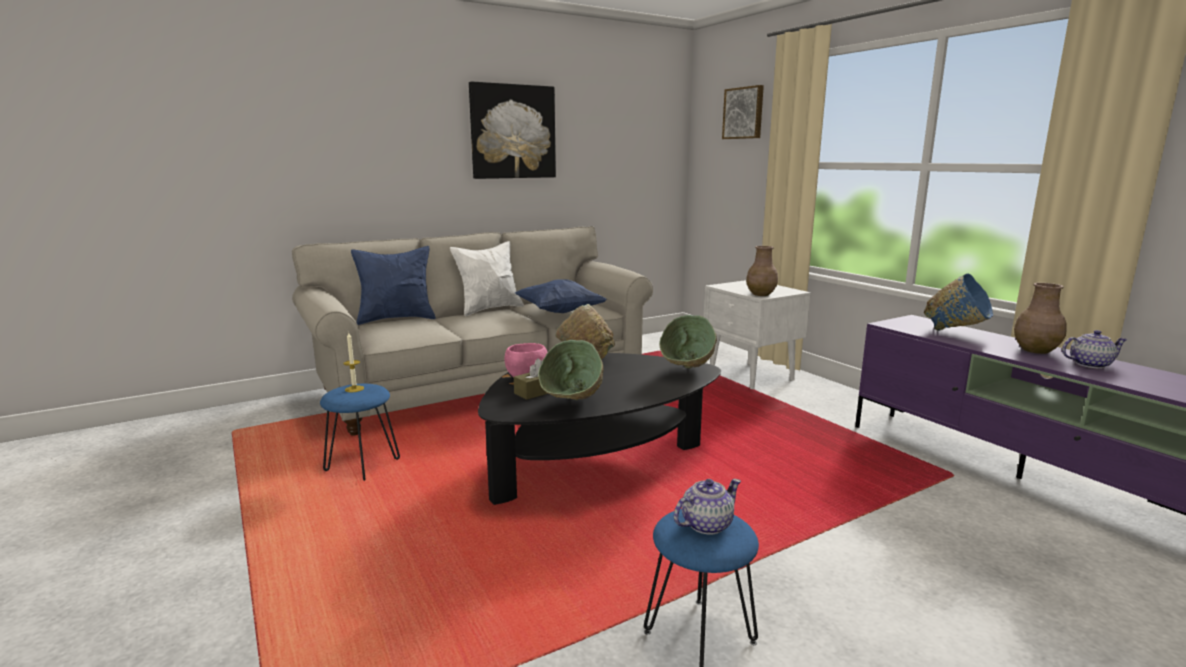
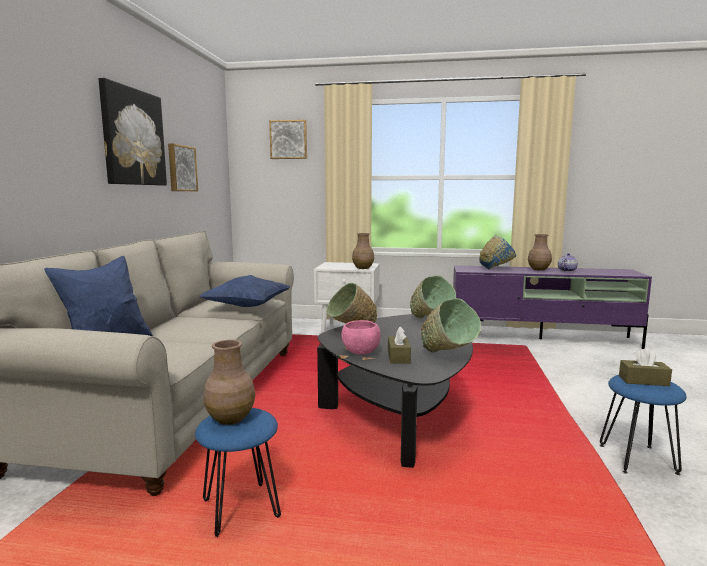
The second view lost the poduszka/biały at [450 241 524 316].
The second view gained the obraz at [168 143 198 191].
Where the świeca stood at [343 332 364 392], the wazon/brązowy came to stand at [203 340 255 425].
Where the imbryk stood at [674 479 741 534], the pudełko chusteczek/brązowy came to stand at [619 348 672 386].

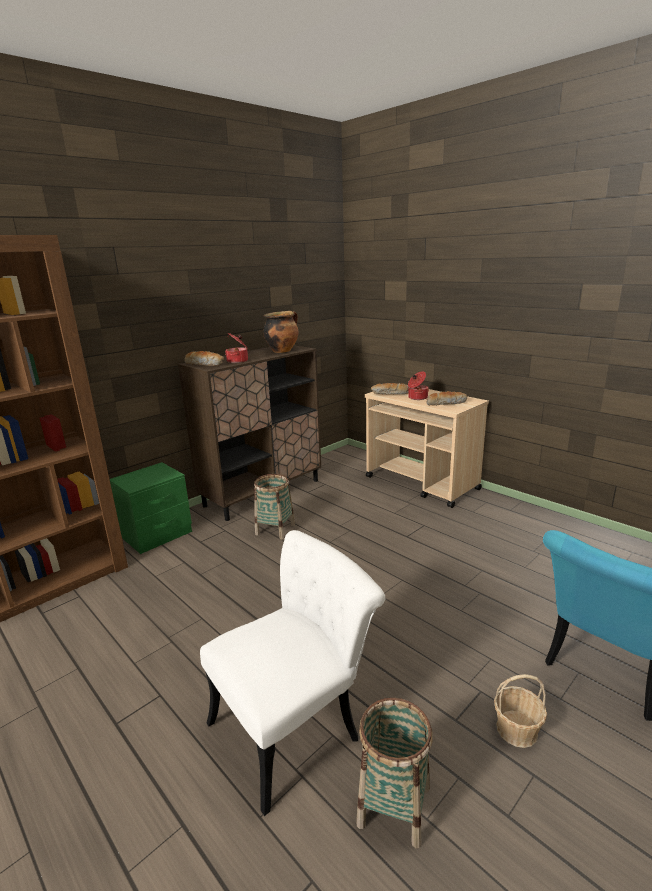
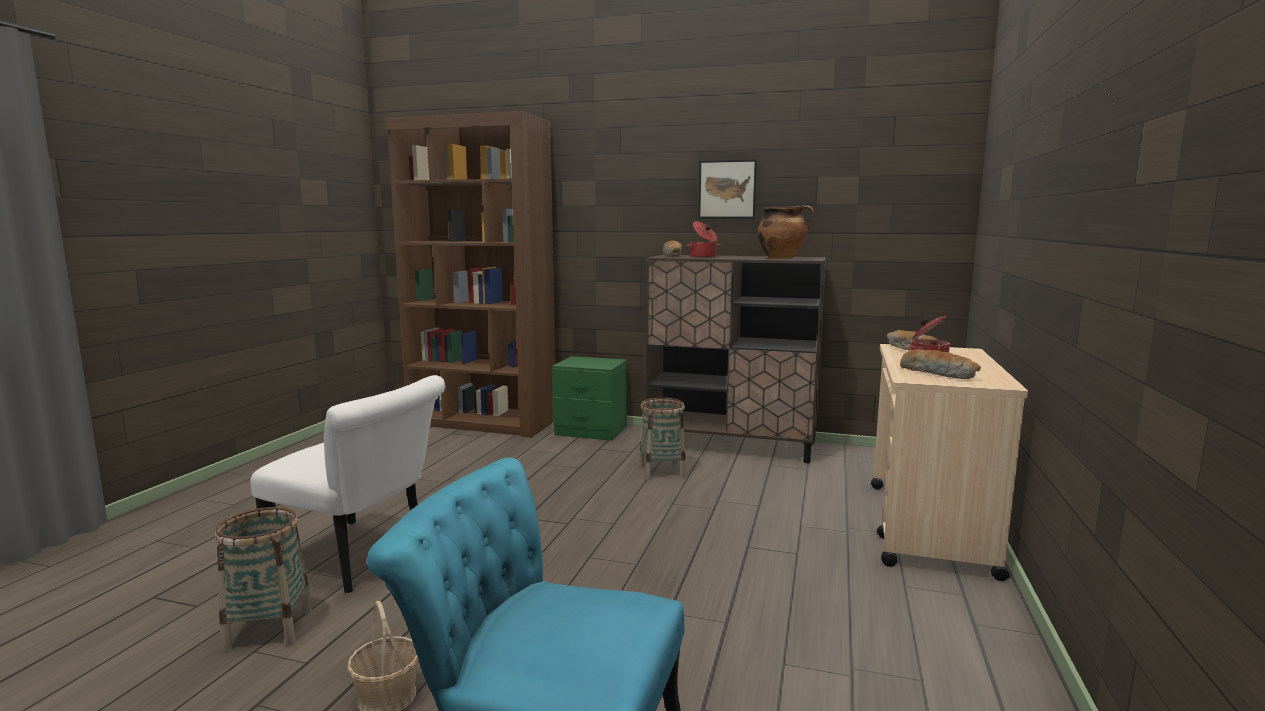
The second view gained the obraz at [698 159 757 218].

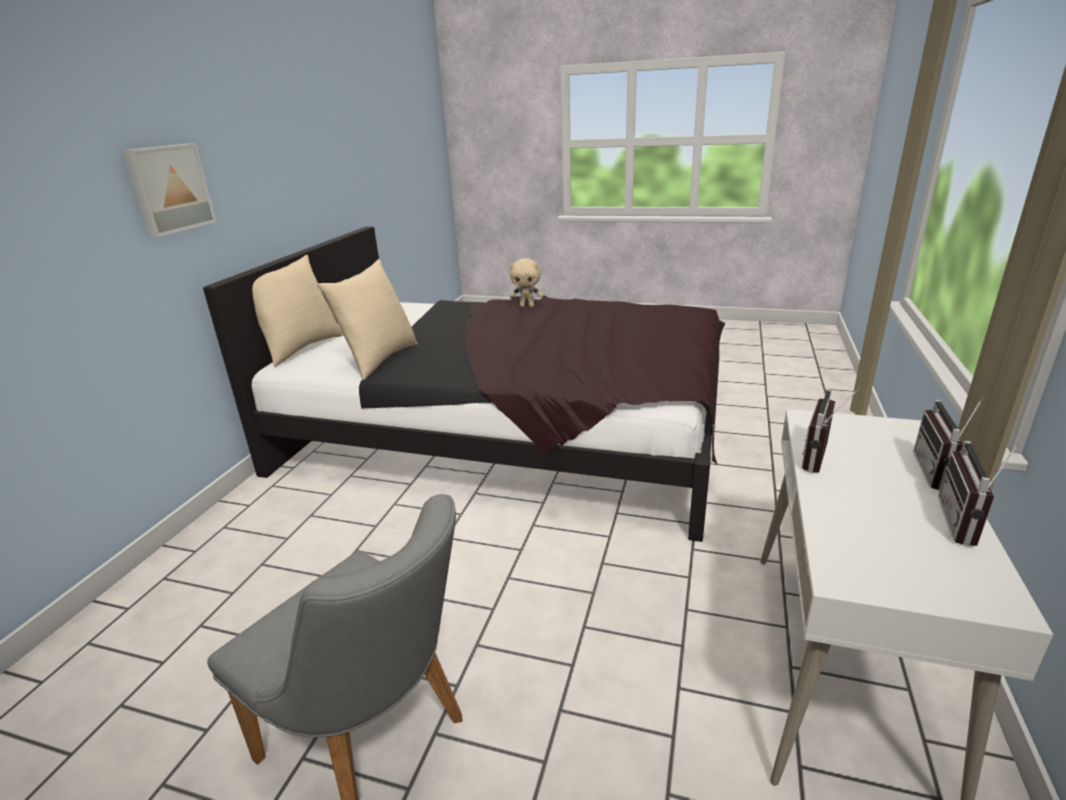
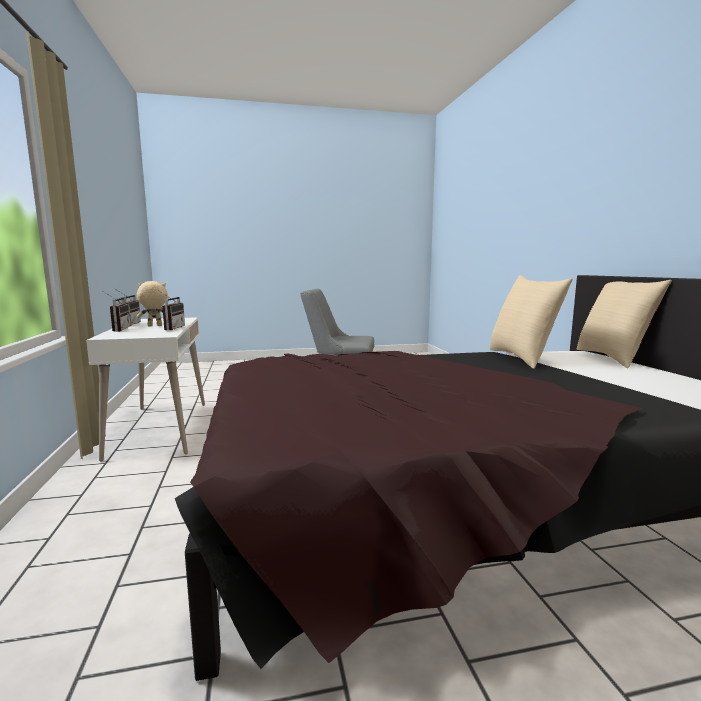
The second view lost the obraz at [122 143 217 237].
The pluszak/beżowy ended up elsewhere, having gone from [510 258 543 307] to [137 281 168 326].

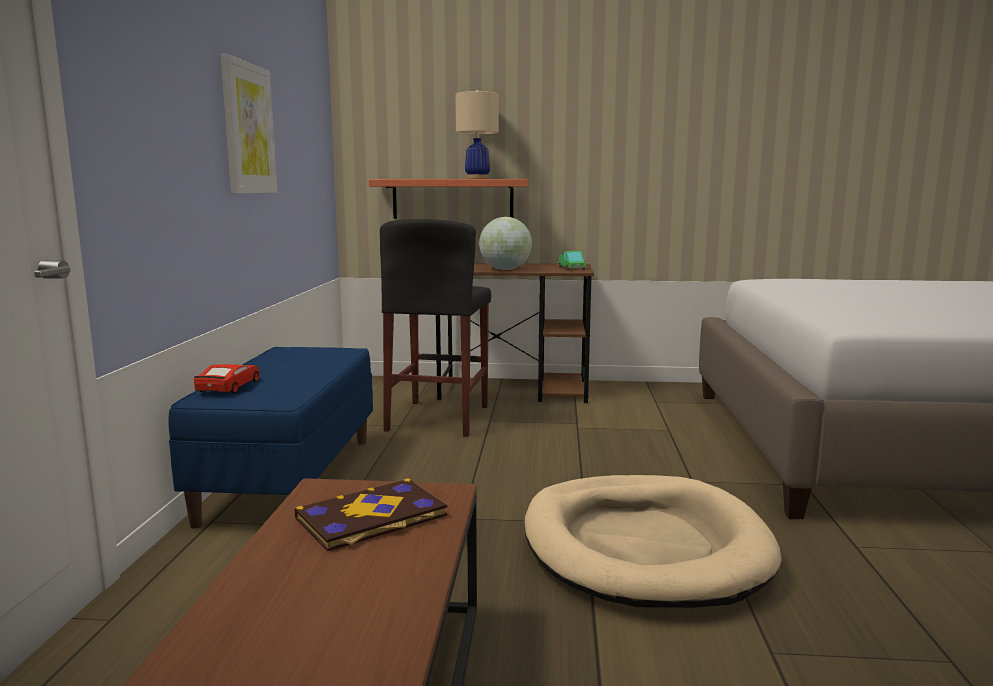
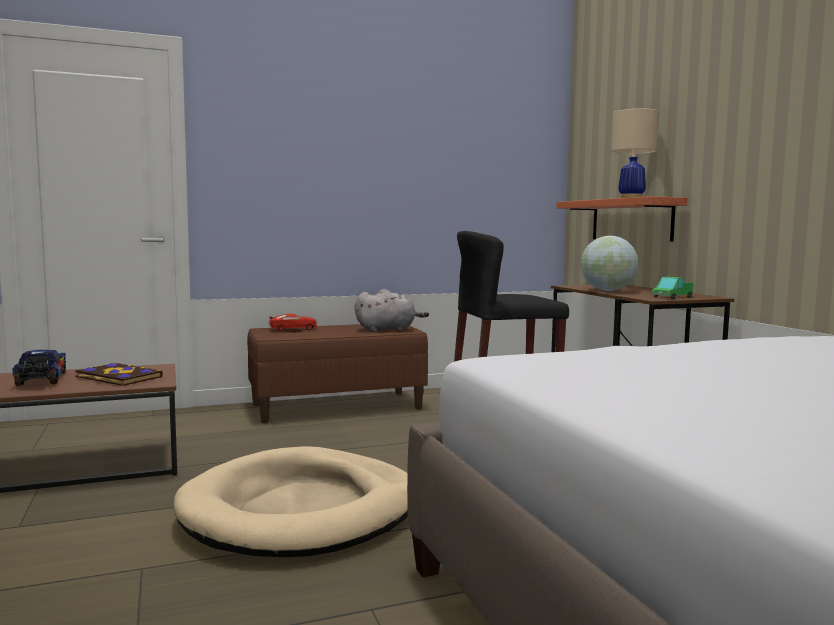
The second view lost the obraz at [220 54 277 194].
The second view gained the ciężarówka zabawkowa at [13 350 66 386].
The second view gained the pluszak/szary at [355 289 429 332].
What was the ławka/niebieski at [168 347 373 529] turned into the ławka/brązowy at [247 324 428 423].

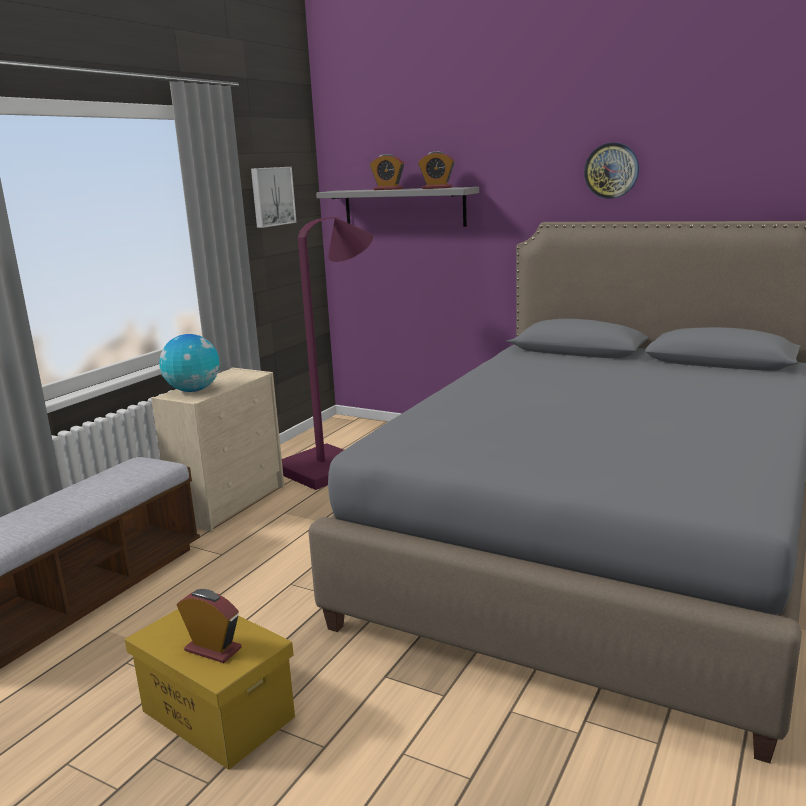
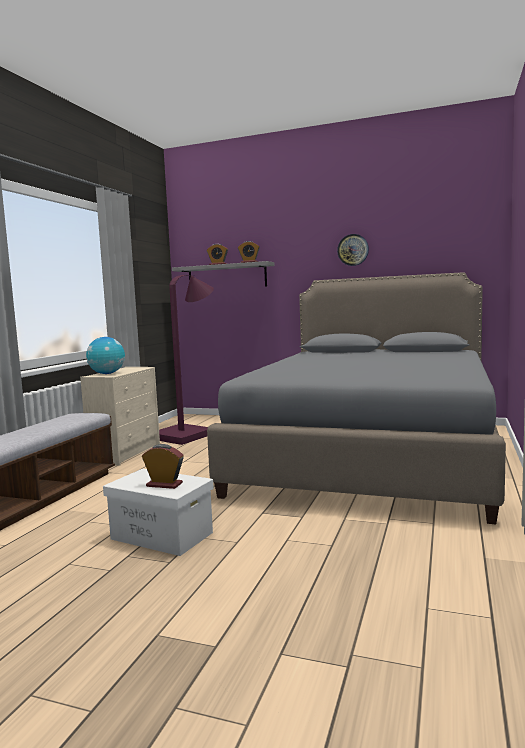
The second view lost the obraz at [251 167 297 228].
What was the pojemnik do przechowywania/żółty at [125 609 295 770] turned into the pojemnik do przechowywania/biały at [103 469 214 556].

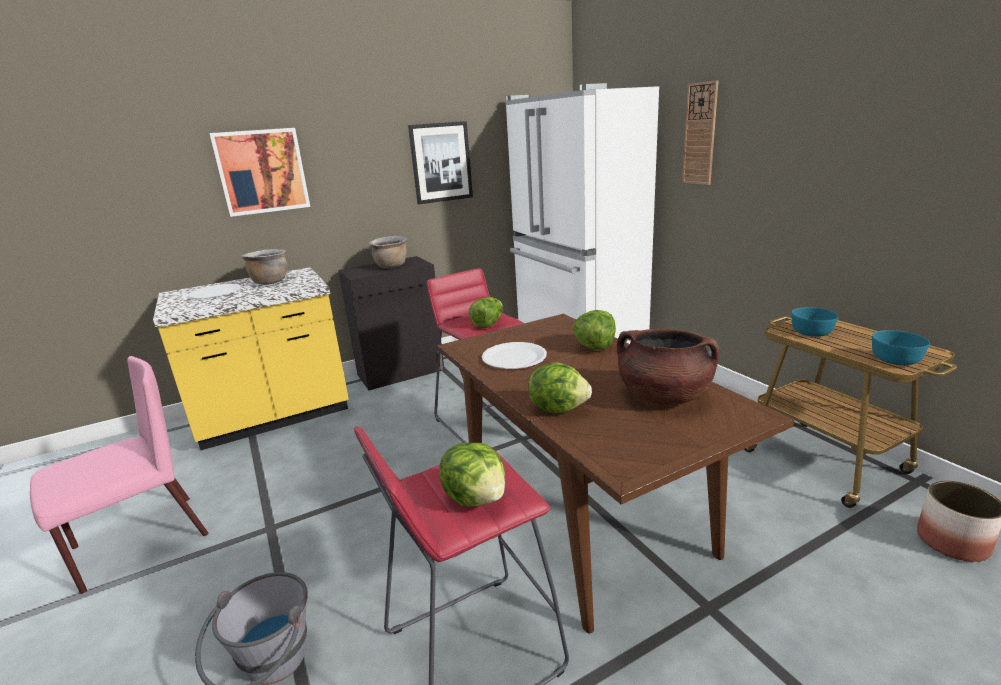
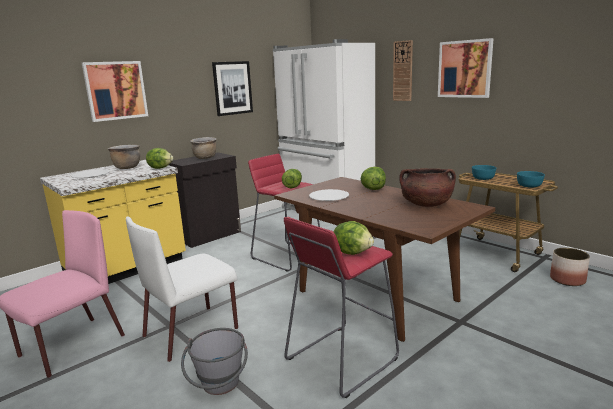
The second view gained the krzesło/biały at [126 217 238 362].
The second view gained the obraz at [438 38 494 98].
The sałata ended up elsewhere, having gone from [528 362 592 413] to [146 148 174 169].

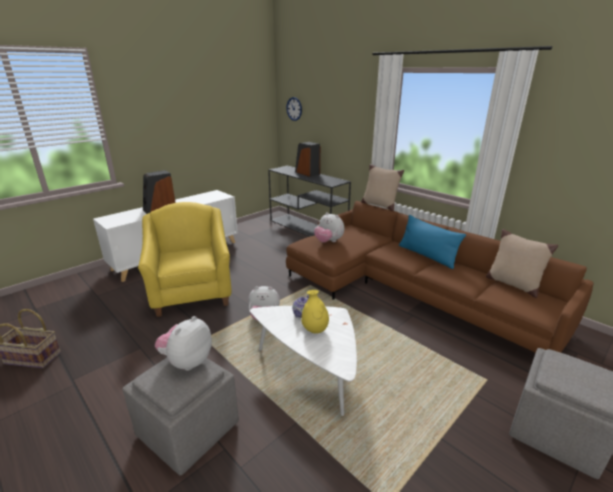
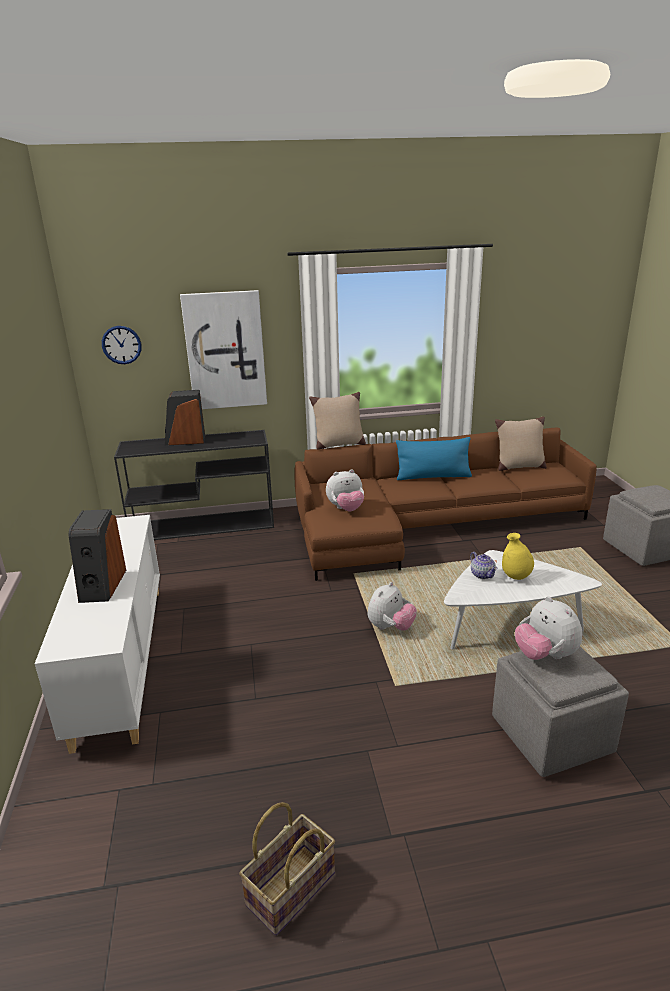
The second view lost the fotel/żółty at [138 202 232 317].
The second view gained the obraz at [180 290 267 409].

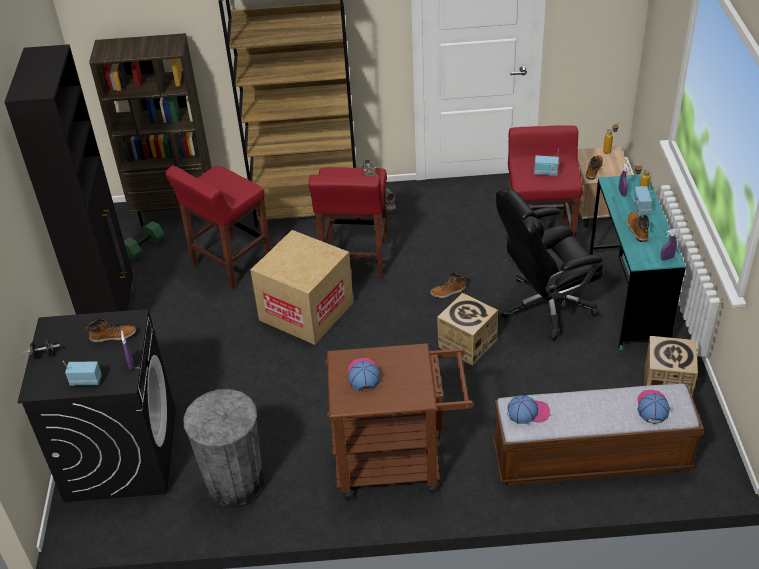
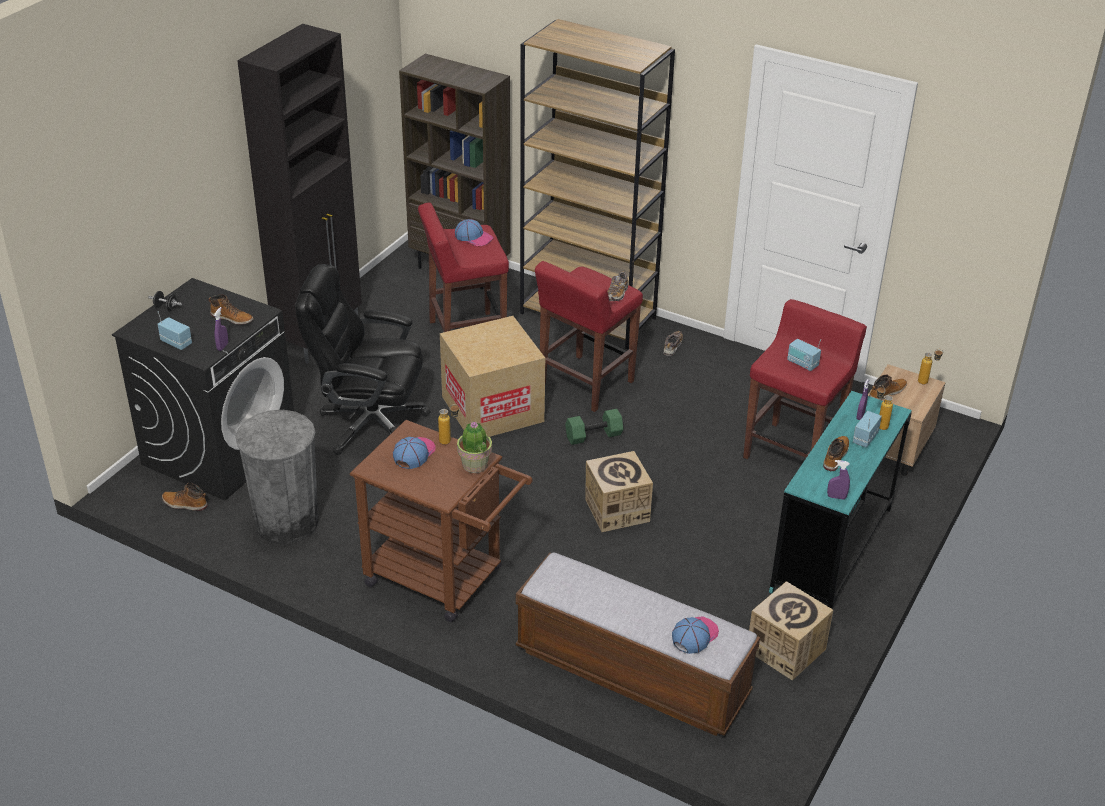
The second view gained the butelka at [438 404 460 445].
The second view gained the roślina doniczkowa at [457 422 492 473].
The hantel/zielony ended up elsewhere, having gone from [124 221 165 261] to [565 409 623 445].
The but z cholewką ended up elsewhere, having gone from [430 273 466 298] to [162 483 207 511].
The krzesło biurowe/czarny ended up elsewhere, having gone from [496 188 603 341] to [295 264 431 455].
The czapka z daszkiem ended up elsewhere, having gone from [507 395 550 424] to [455 219 493 246].

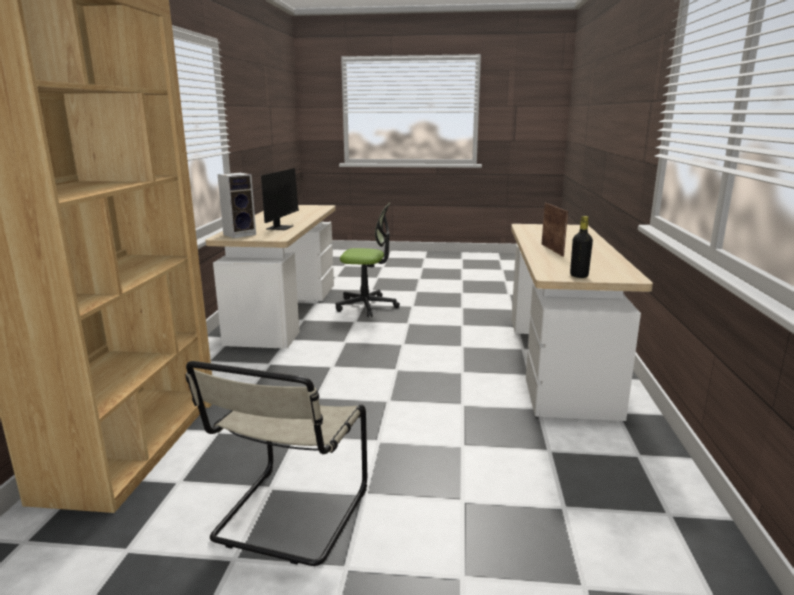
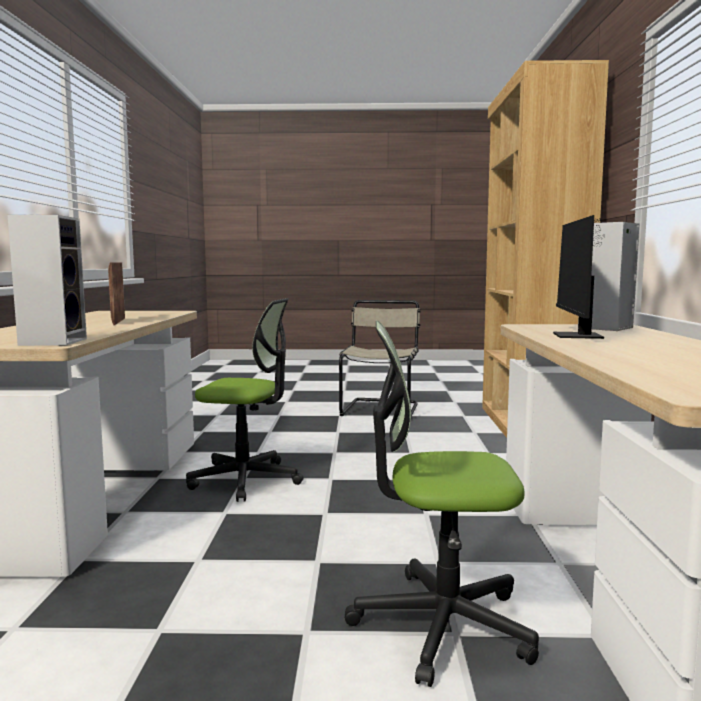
The second view lost the butelka/czarny at [570 216 593 278].
The second view gained the głośnik at [8 215 87 346].
The second view gained the krzesło biurowe at [186 298 304 502].

